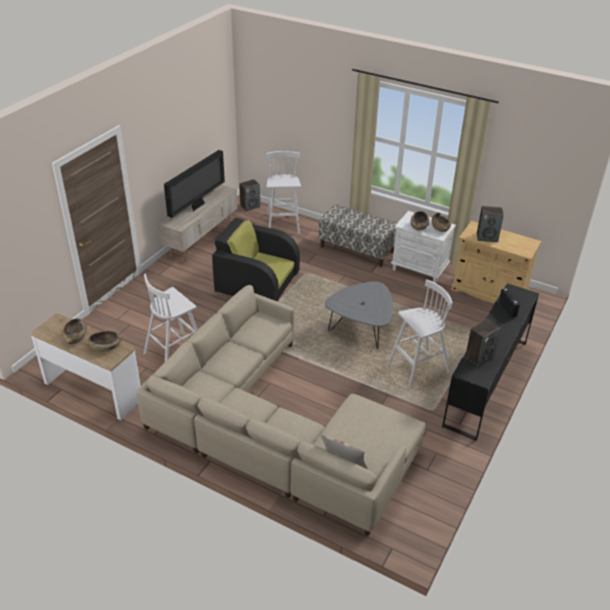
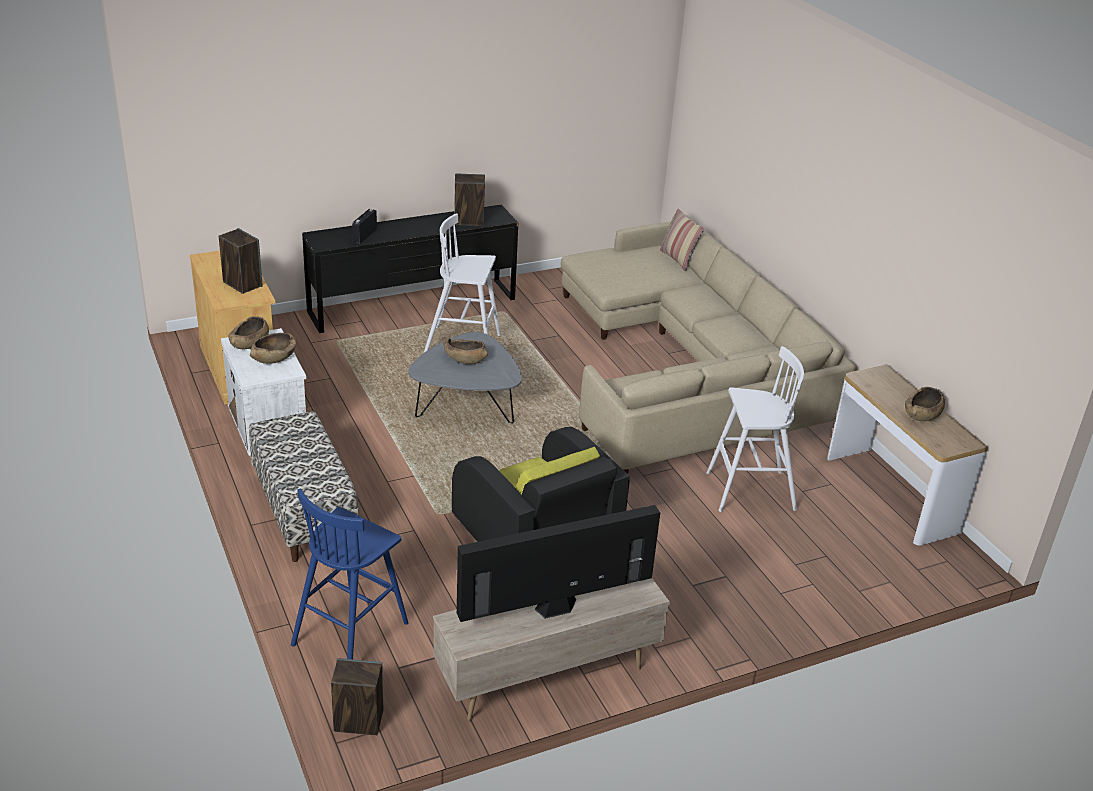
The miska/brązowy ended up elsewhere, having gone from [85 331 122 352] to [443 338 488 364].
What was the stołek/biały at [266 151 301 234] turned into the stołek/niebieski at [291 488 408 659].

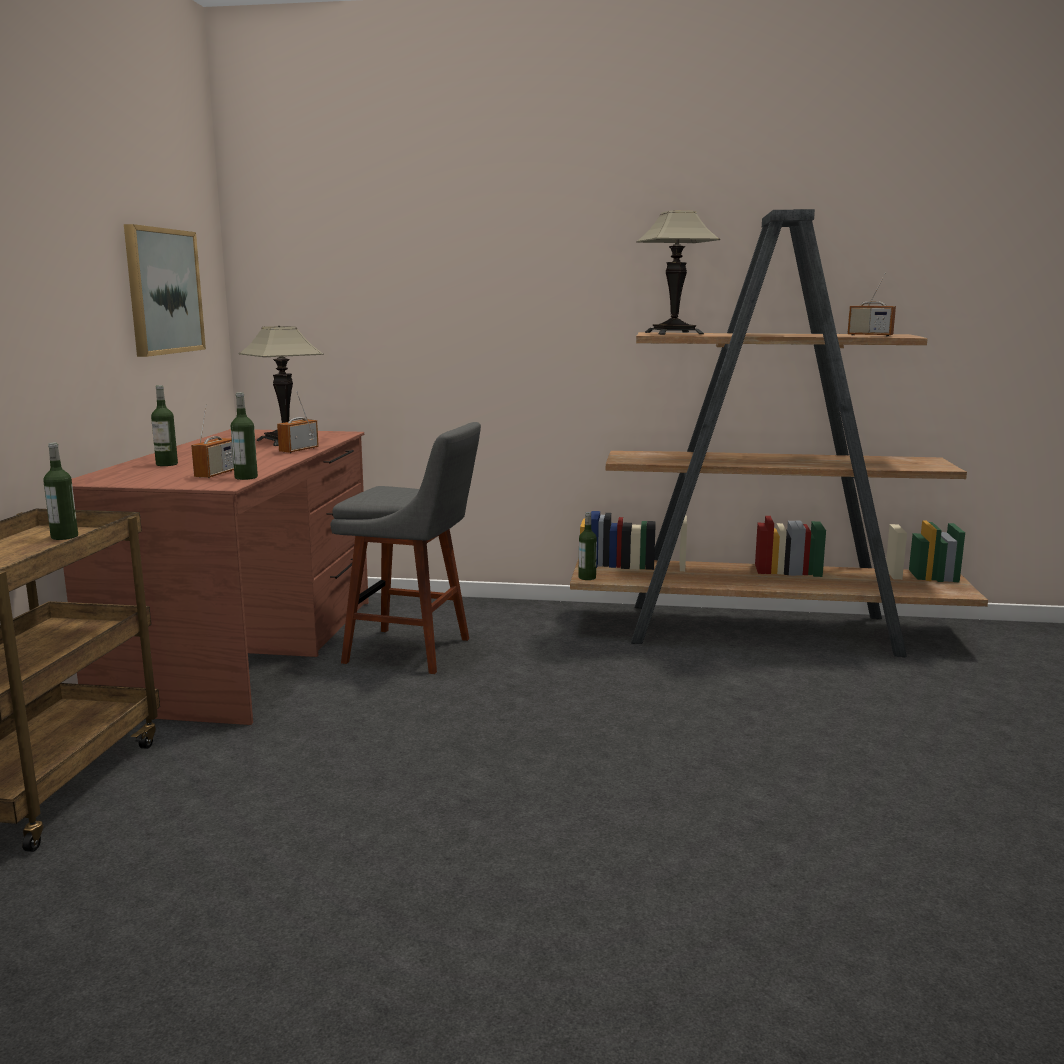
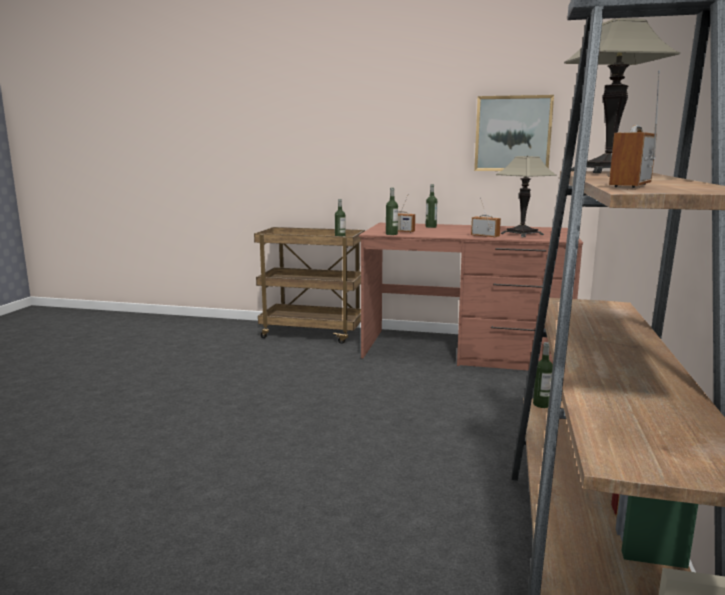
The second view lost the stołek/szary at [331 422 481 674].

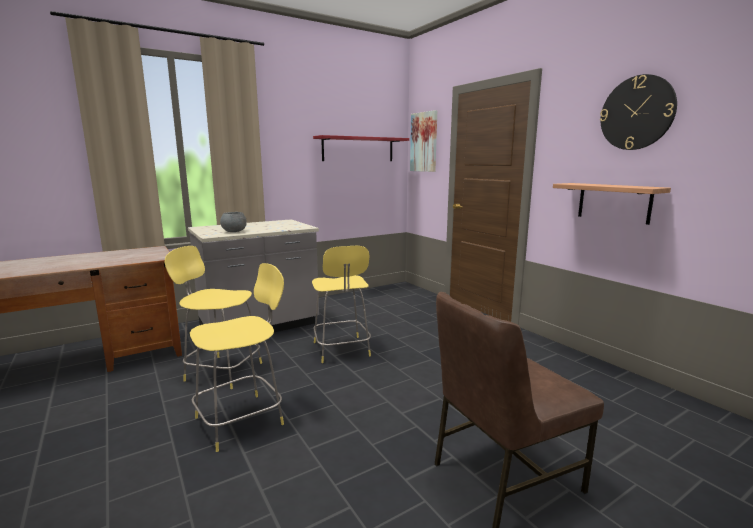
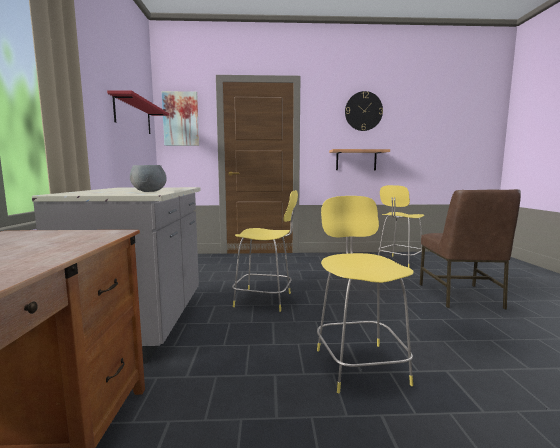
The stołek/żółty ended up elsewhere, having gone from [165 246 262 389] to [378 185 424 268].

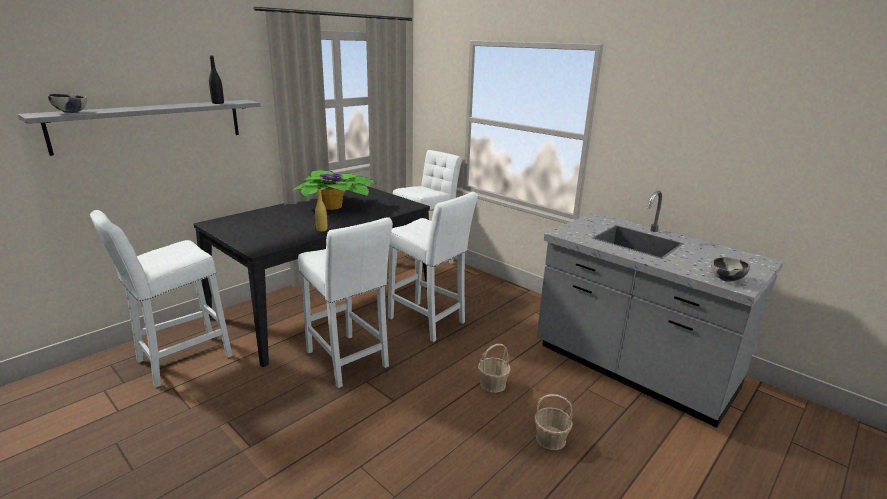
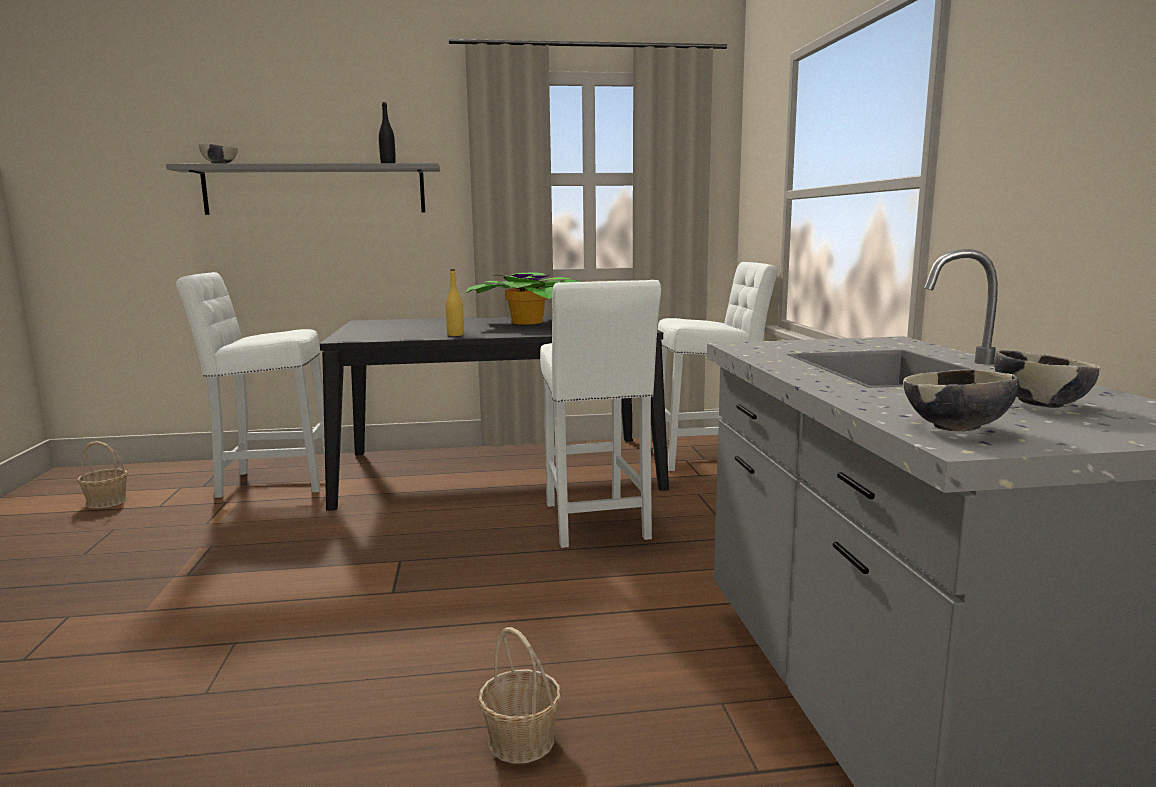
The second view lost the stołek/biały at [298 217 393 388].
The second view gained the miska at [994 350 1101 408].
The koszyk ended up elsewhere, having gone from [478 344 511 393] to [77 441 128 509].

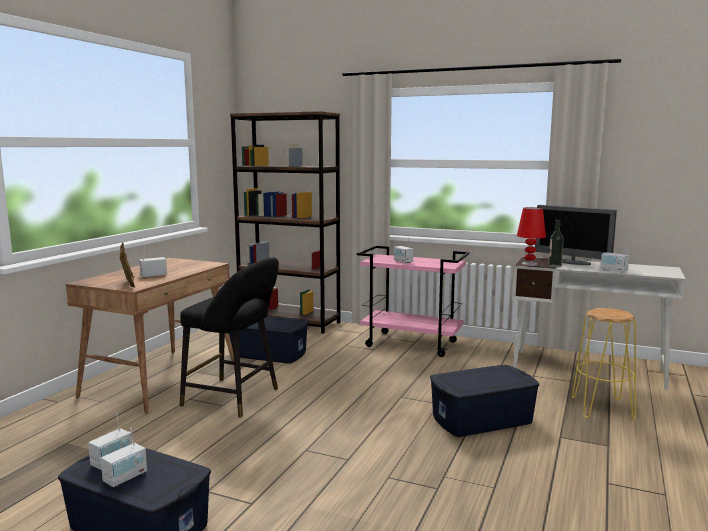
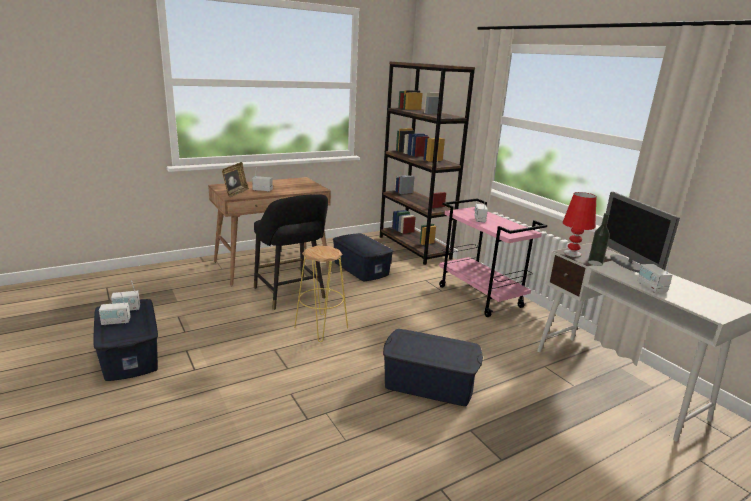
The stołek/żółty ended up elsewhere, having gone from [572 308 636 420] to [294 246 348 342].

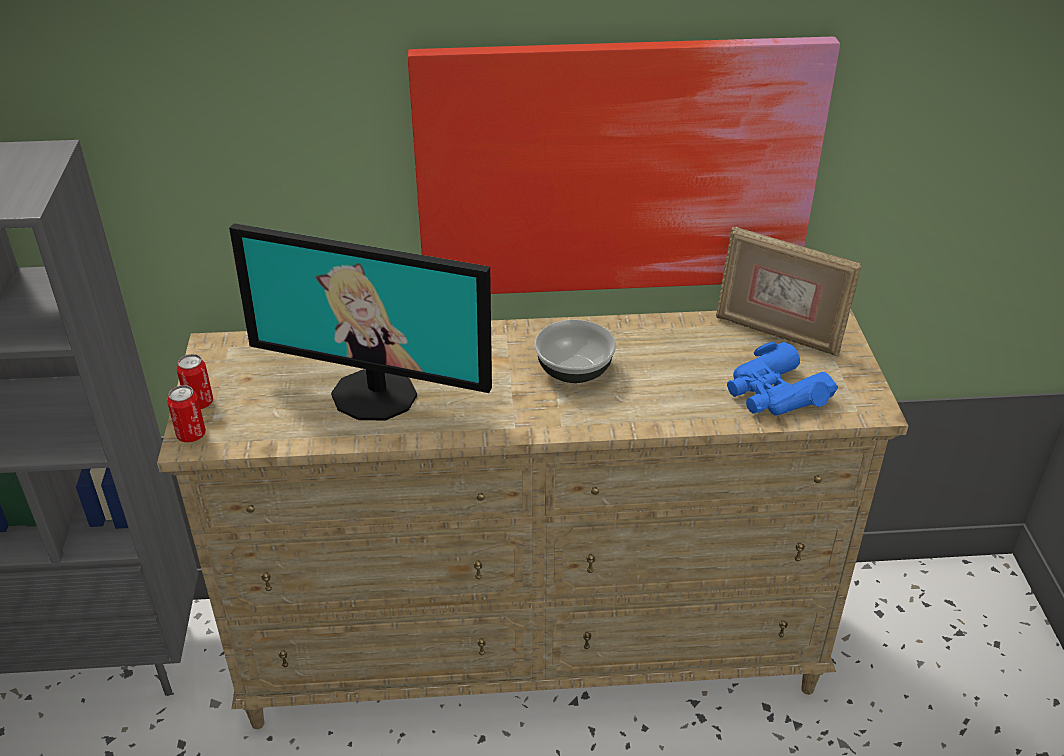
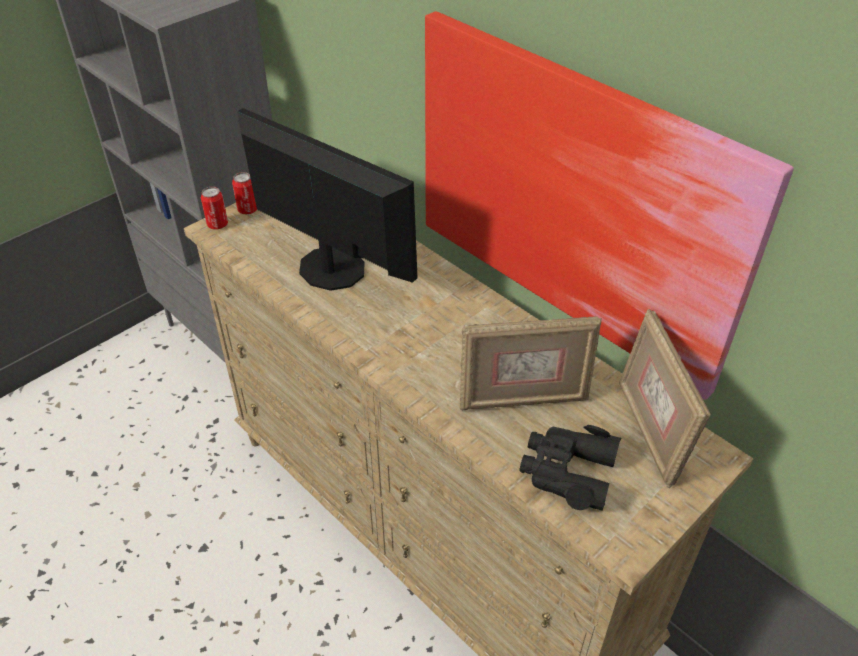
The second view lost the miska at [534 319 616 383].
The second view gained the ramka na zdjęcie at [459 316 602 410].
What was the lornetka/niebieski at [727 342 838 416] turned into the lornetka/czarny at [519 425 621 511].
The monitor at [229 223 492 420] ended up facing another way, 150 degrees clockwise from before.

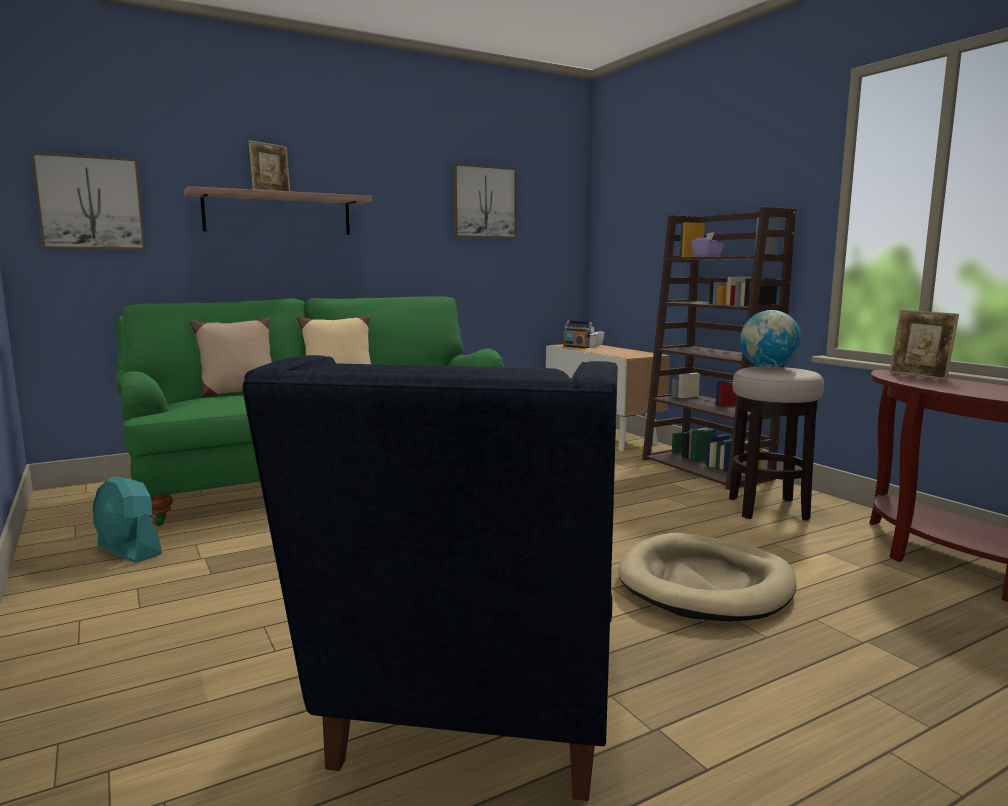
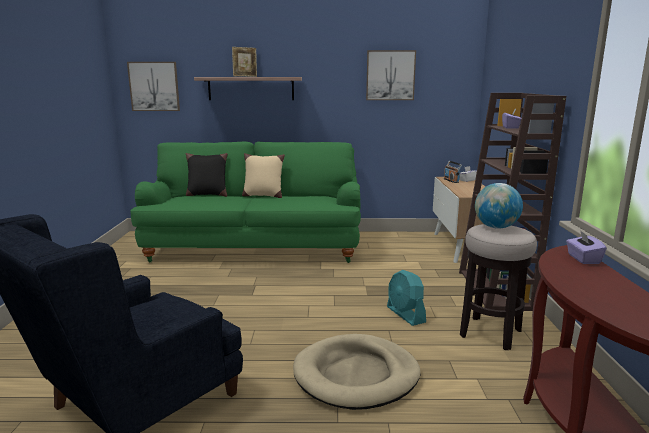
The wentylator/turkusowy ended up elsewhere, having gone from [93 476 162 563] to [387 270 426 326].
Where the ramka na zdjęcie stood at [889 310 959 380], the pudełko chusteczek/fioletowy came to stand at [566 230 607 264].
What was the poduszka/beżowy at [190 317 272 397] turned into the poduszka/czarny at [186 153 228 197].

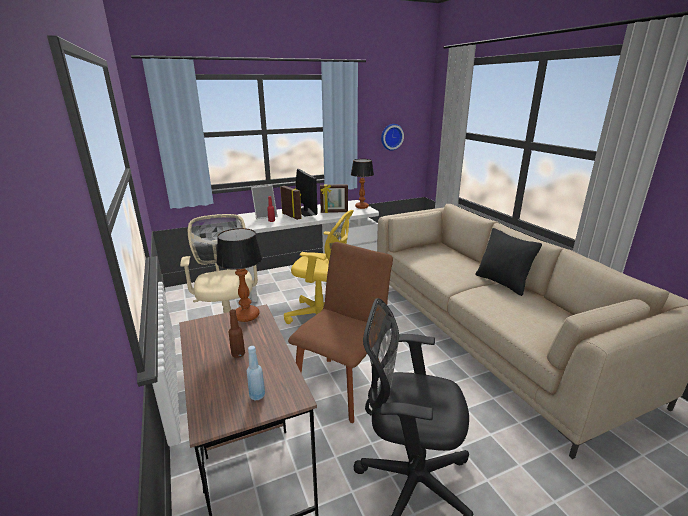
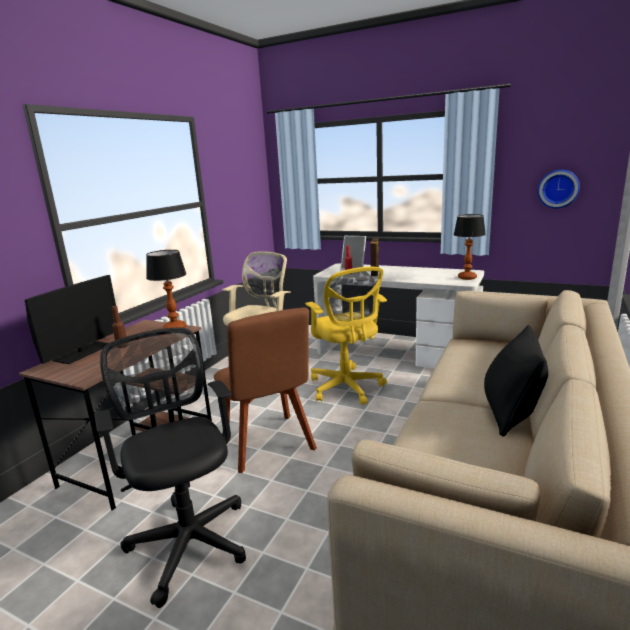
The second view lost the butelka/niebieski at [247 346 265 401].
The second view lost the ramka na zdjęcie at [320 184 348 213].
The monitor ended up elsewhere, having gone from [296 169 318 217] to [25 275 116 364].
The krzesło/brązowy at [288 242 393 423] ended up facing another way, 75 degrees clockwise from before.

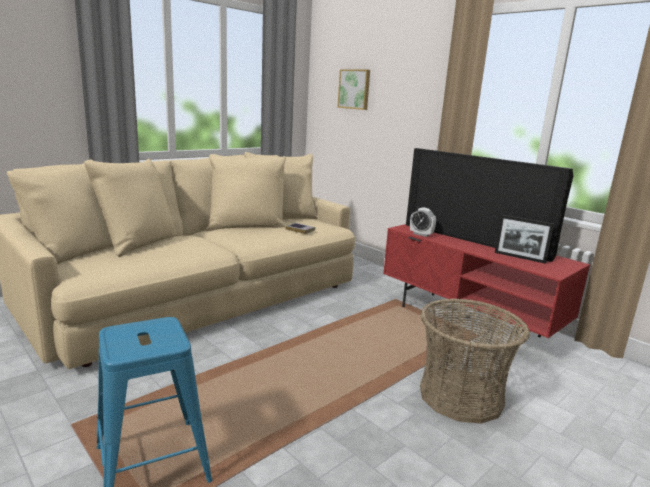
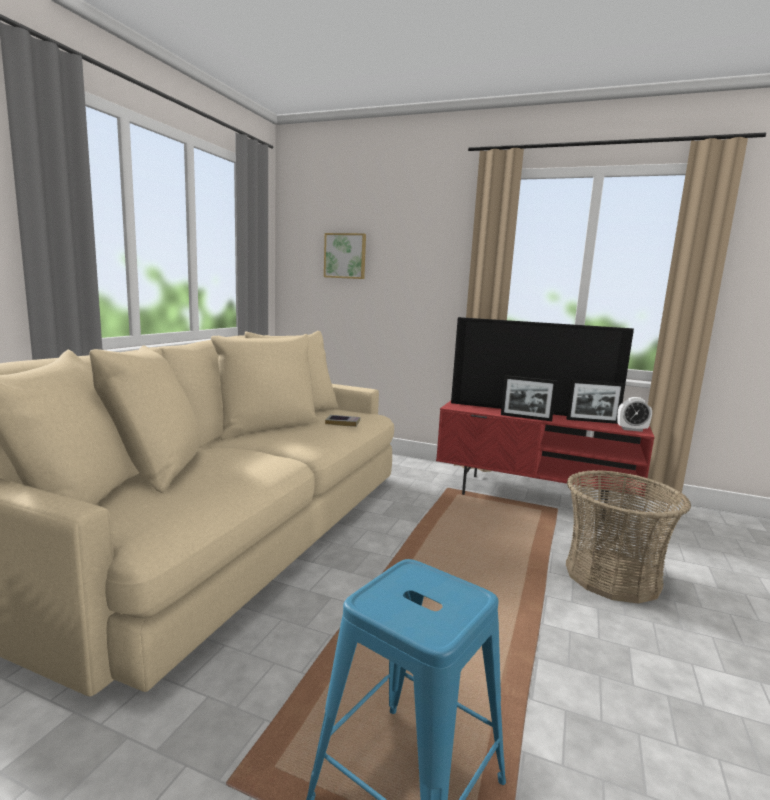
The second view gained the ramka na zdjęcie at [501 375 557 421].
The budzik ended up elsewhere, having gone from [410 207 436 237] to [617 397 652 432].

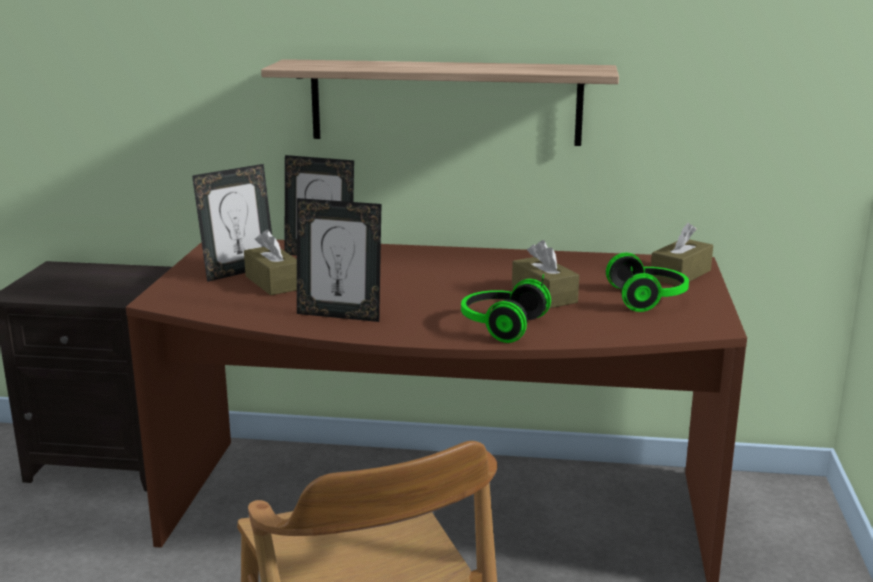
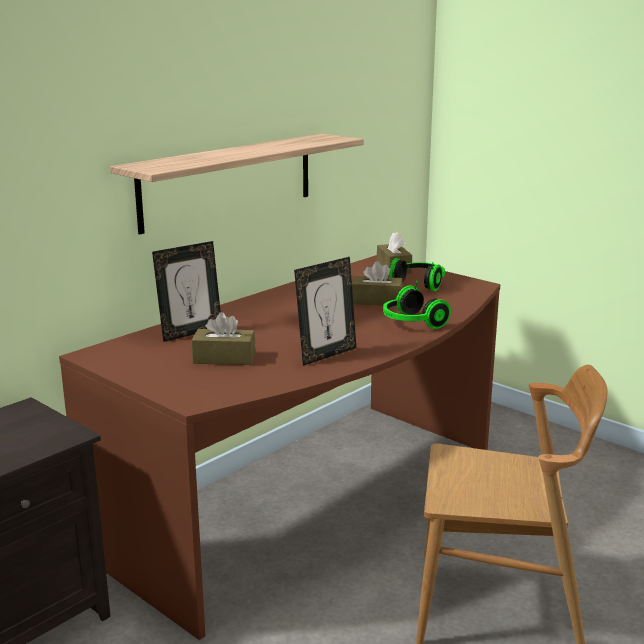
The second view lost the ramka na zdjęcie at [192 164 272 282].

